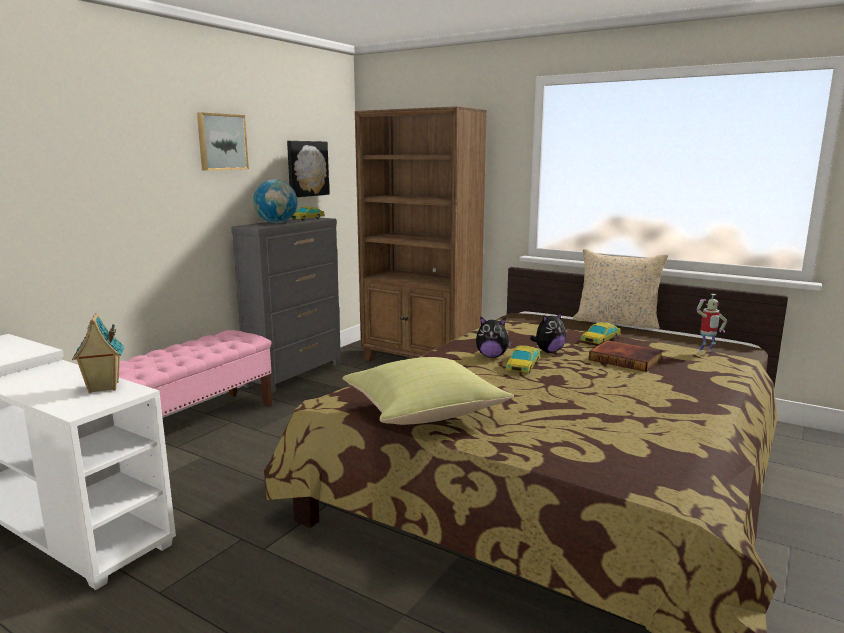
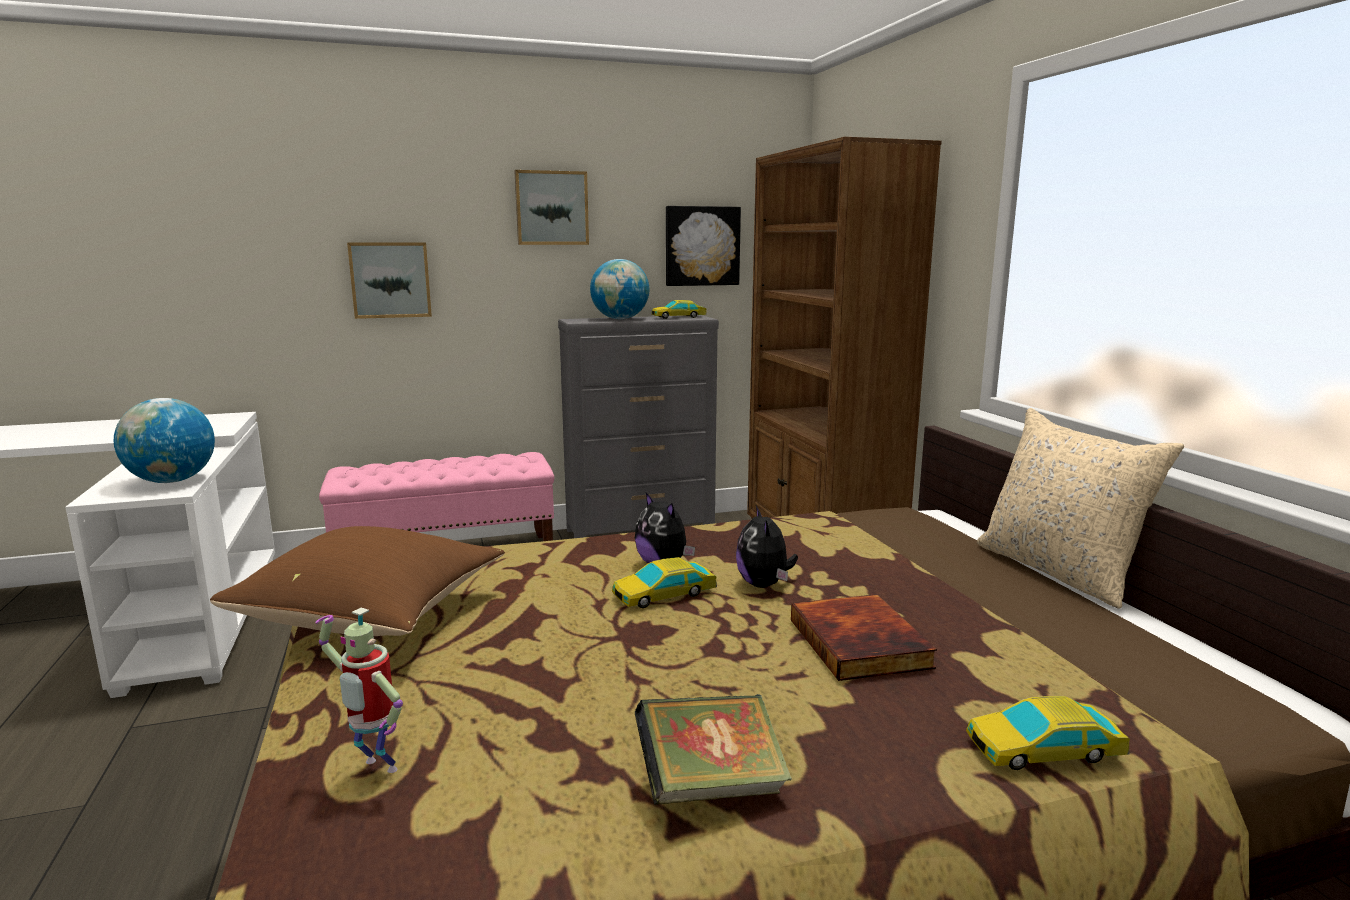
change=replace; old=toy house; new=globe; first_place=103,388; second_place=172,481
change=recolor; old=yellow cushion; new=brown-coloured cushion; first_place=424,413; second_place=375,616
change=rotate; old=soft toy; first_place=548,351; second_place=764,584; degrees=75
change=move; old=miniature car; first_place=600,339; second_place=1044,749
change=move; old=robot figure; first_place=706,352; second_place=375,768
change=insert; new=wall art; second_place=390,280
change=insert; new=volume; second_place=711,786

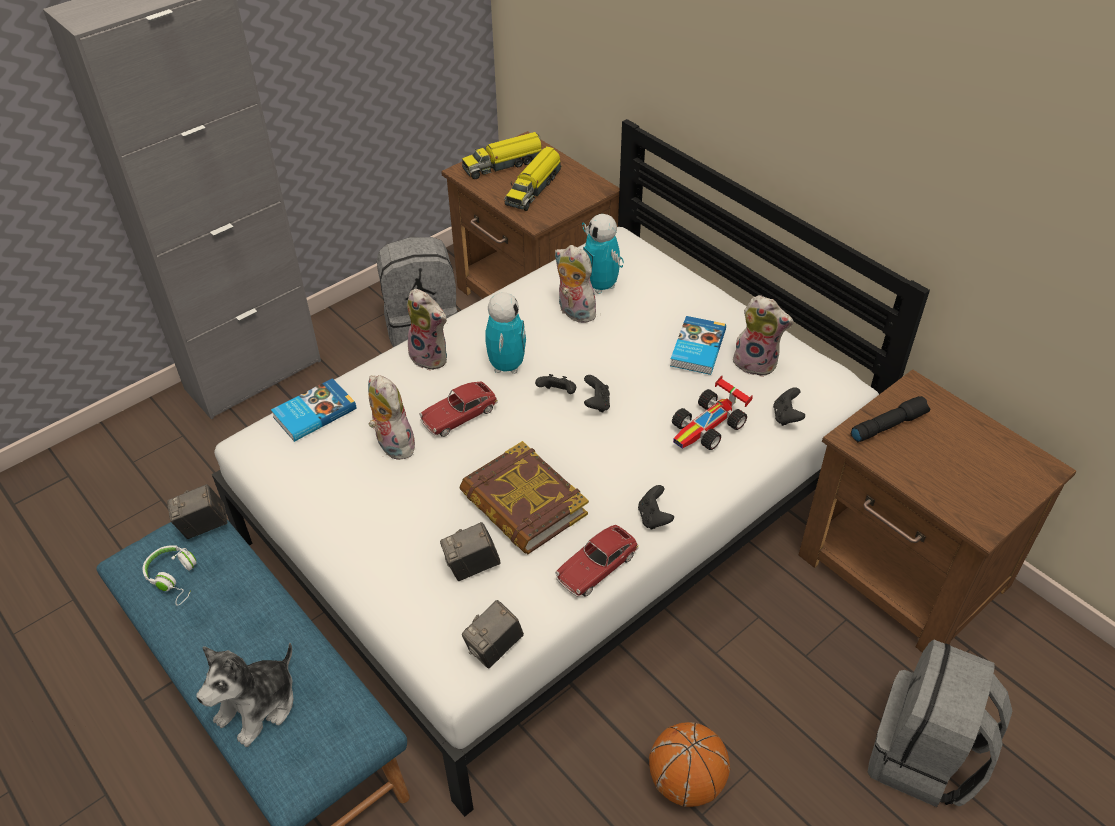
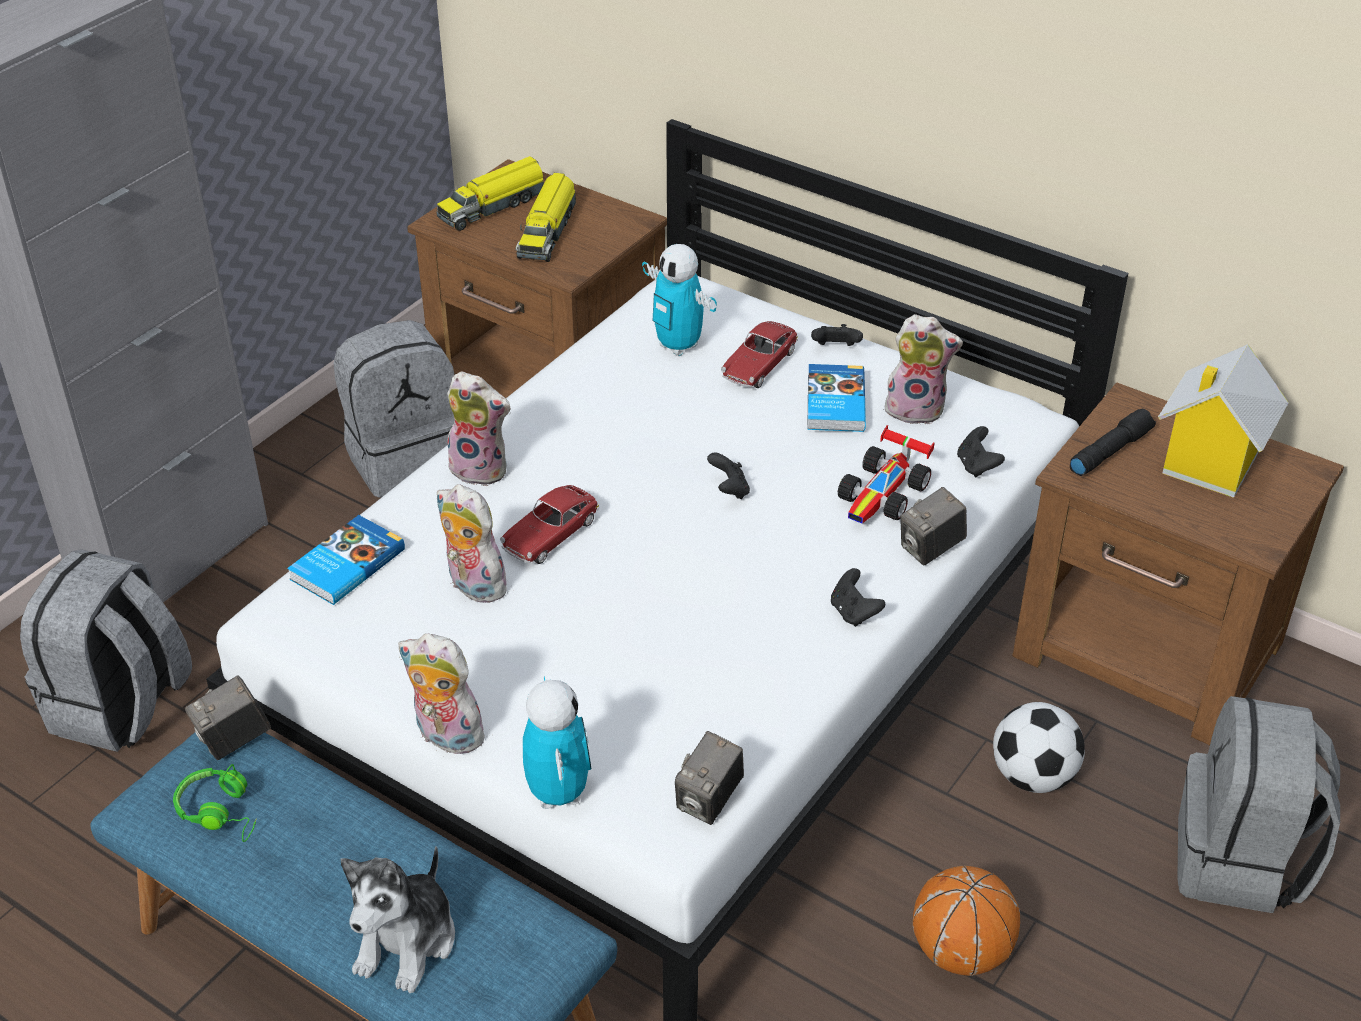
change=recolor; old=white-coloured headphones; new=green headphones; first_place=175,578; second_place=221,811
change=move; old=photo camera; first_place=472,567; second_place=931,549
change=delete; old=volume; first_place=523,505
change=move; old=robot figure; first_place=507,366; second_place=558,793
change=move; old=black-coloured gamepad; first_place=557,393; second_place=835,349
change=move; old=soft toy; first_place=574,312; second_place=445,736
change=move; old=miniature car; first_place=596,567; second_place=759,365
change=insert; new=gray backpack; second_place=122,707
change=insert; new=football; second_place=1033,777
change=insert; new=toy house; second_place=1208,463

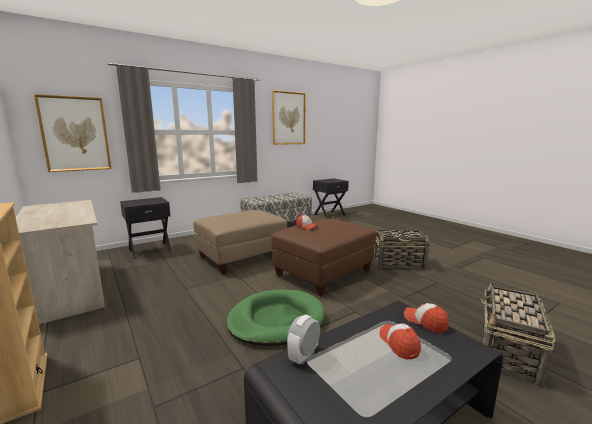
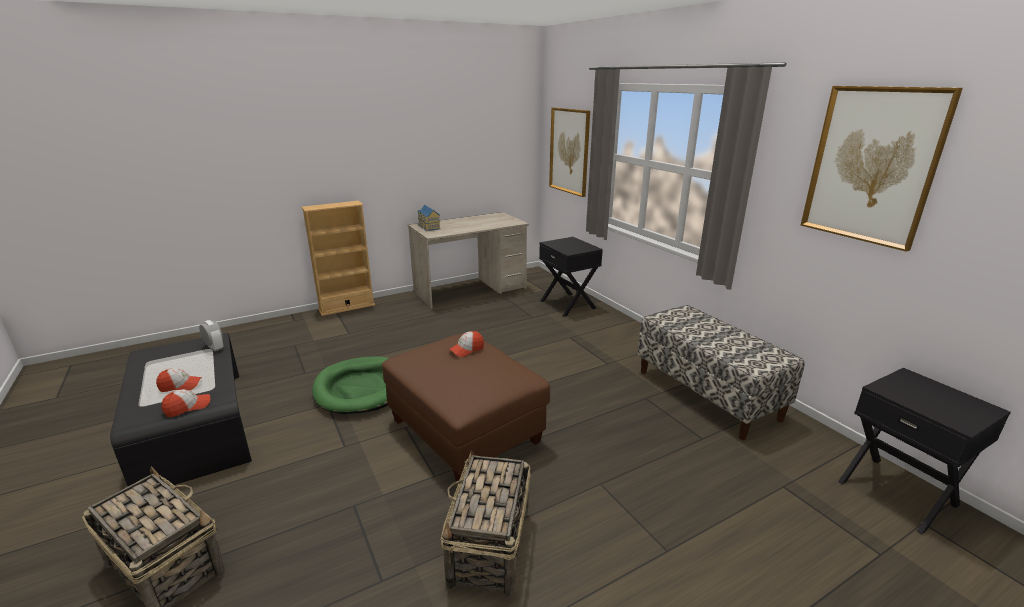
change=delete; old=beige-coloured ottoman; first_place=241,257
change=insert; new=toy house; second_place=428,227

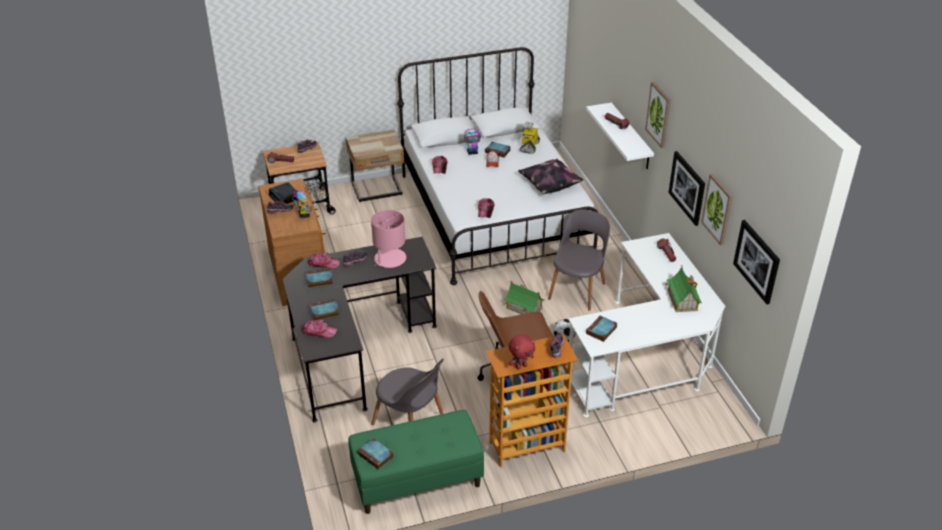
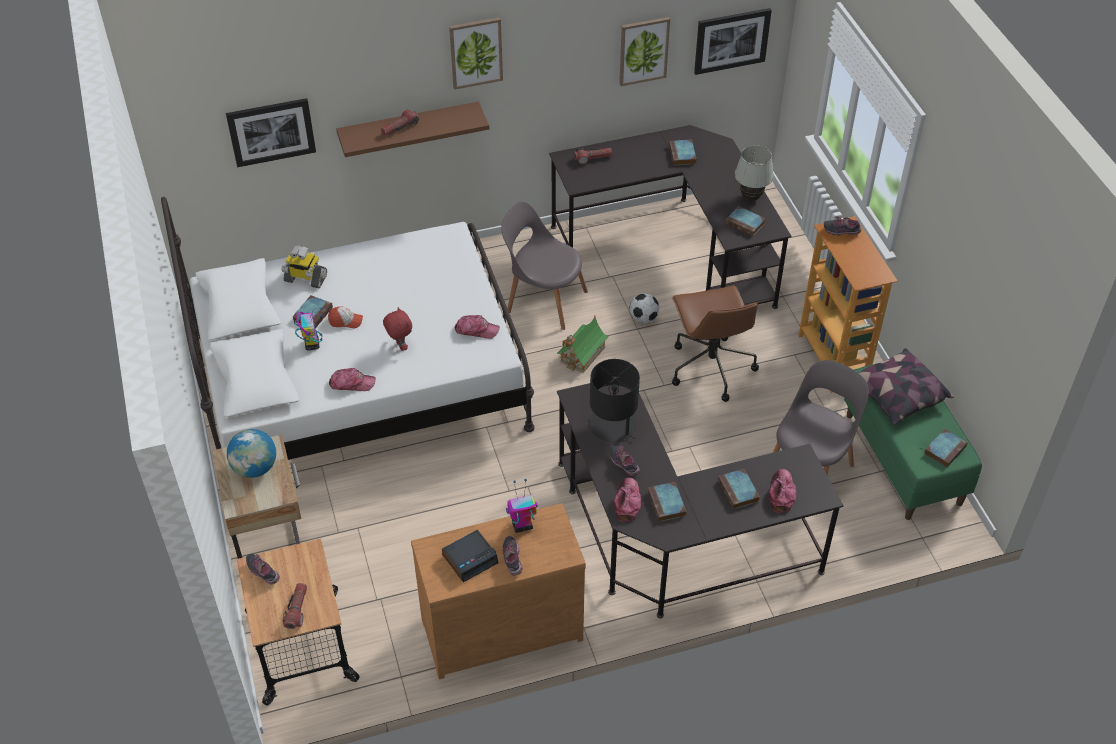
change=recolor; old=pinkish tabletop lamp; new=black-coloured tabletop lamp; first_place=389,259; second_place=613,425
change=move; old=red-coloured soft toy; first_place=521,366; second_place=399,346
change=move; old=cushion; first_place=549,183; second_place=897,396
change=recolor; old=white-coloured desk unit; new=black-coloured desk unit; first_place=646,358; second_place=673,248
change=recolor; old=white-coloured bracket shelf; new=brown-coloured bracket shelf; first_place=630,137; second_place=409,128
change=replace; old=toy house; new=volume; first_place=682,300; second_place=682,155
change=move; old=wall art; first_place=687,187; second_place=271,131
change=insert; new=globe; second_place=255,468
change=insert; new=white-coloured tabletop lamp; second_place=751,198

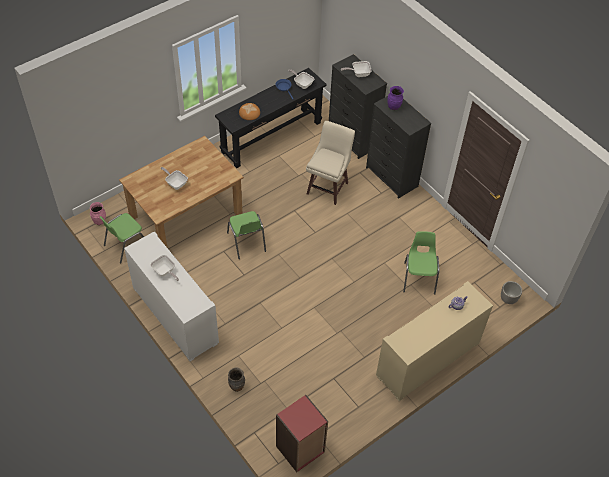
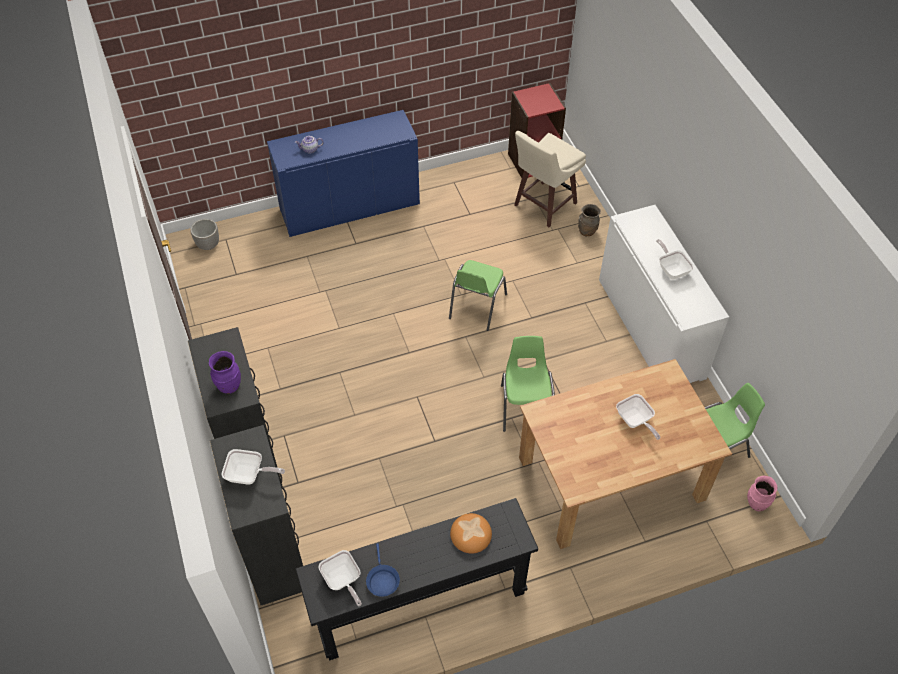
change=move; old=beige-coloured stool seat; first_place=328,187; second_place=543,205
change=recolor; old=beige-coloured cabinet; new=blue-coloured cabinet; first_place=428,359; second_place=349,207
change=move; old=green plain chair; first_place=419,277; second_place=476,307

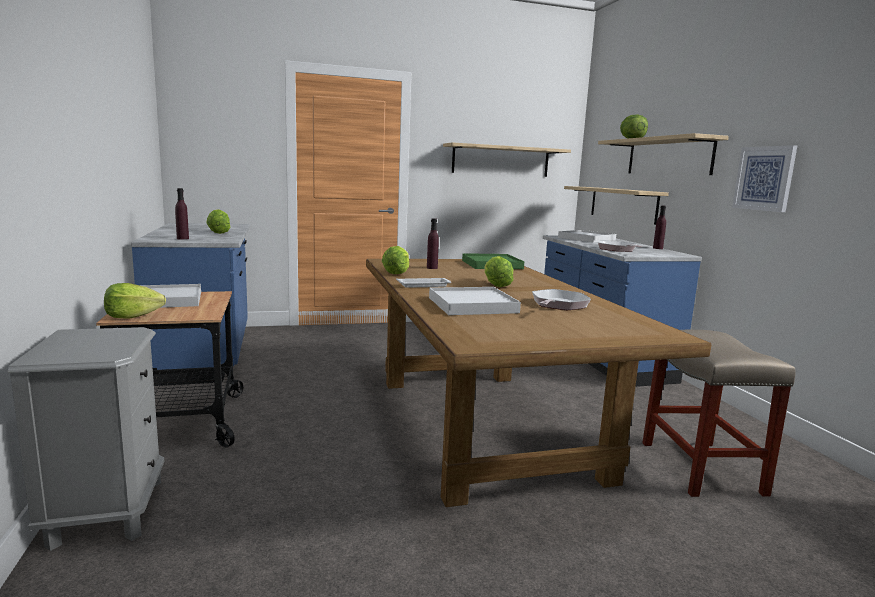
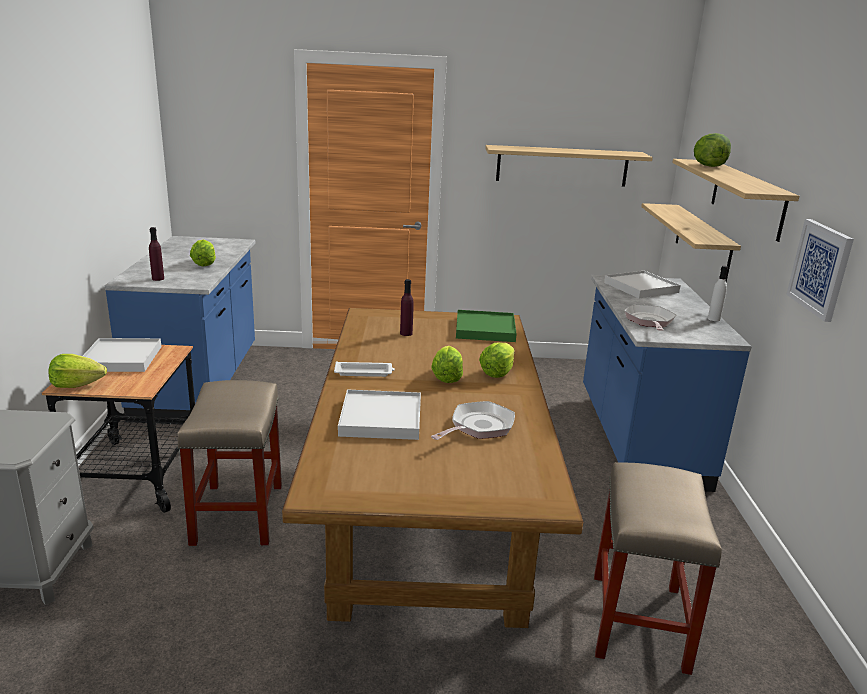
change=move; old=head of lettuce; first_place=397,272; second_place=497,372
change=recolor; old=purplish bottle; new=white-coloured bottle; first_place=657,248; second_place=714,319
change=insert; new=beige-coloured stool seat; second_place=238,513

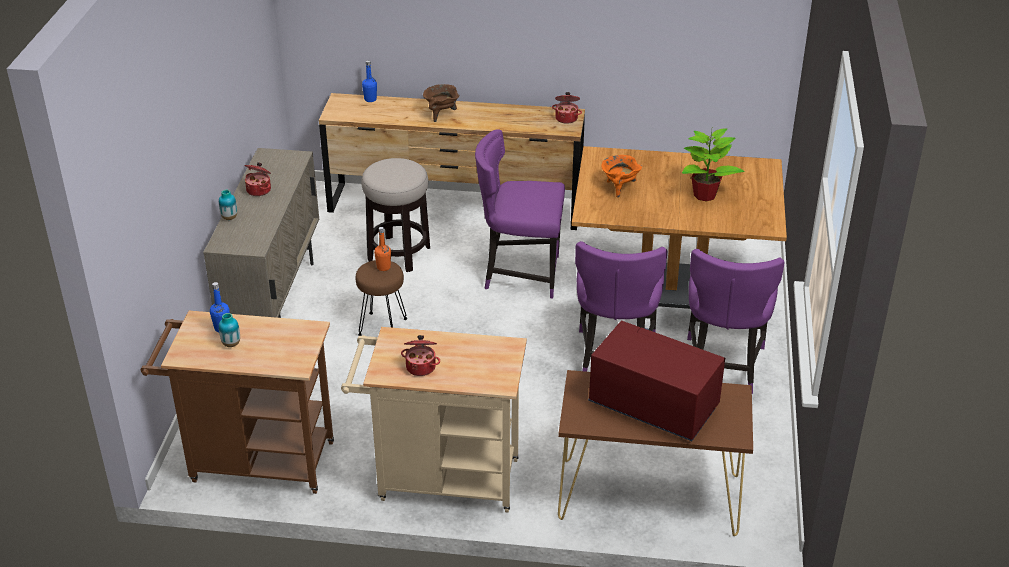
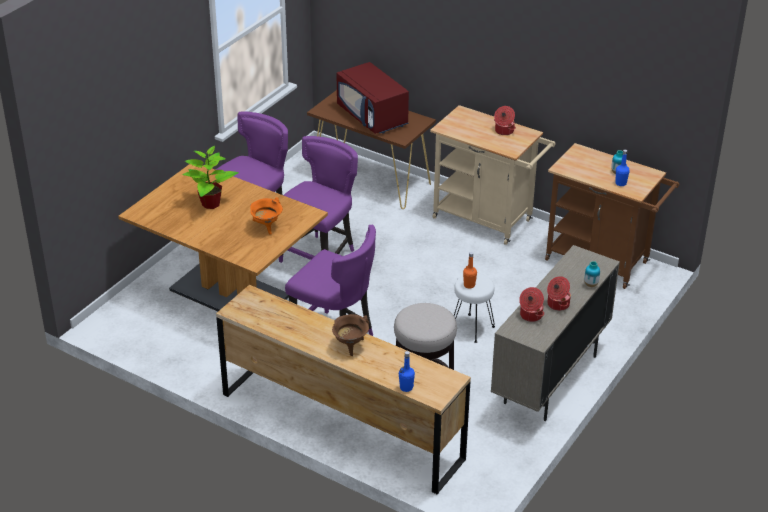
change=recolor; old=brown-coloured stool seat; new=white-coloured stool seat; first_place=383,326; second_place=471,328
change=move; old=saucepot; first_place=566,118; second_place=530,315

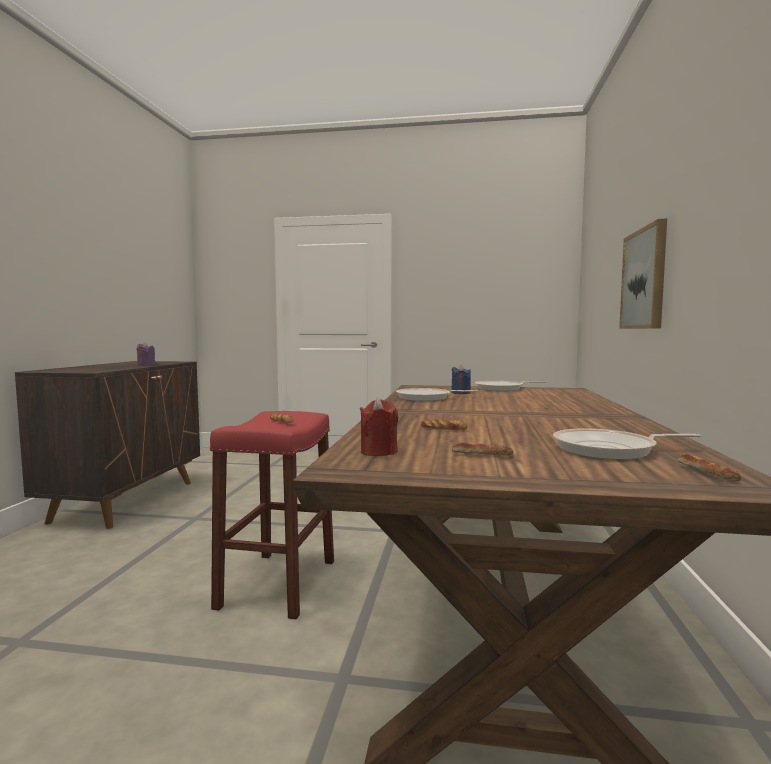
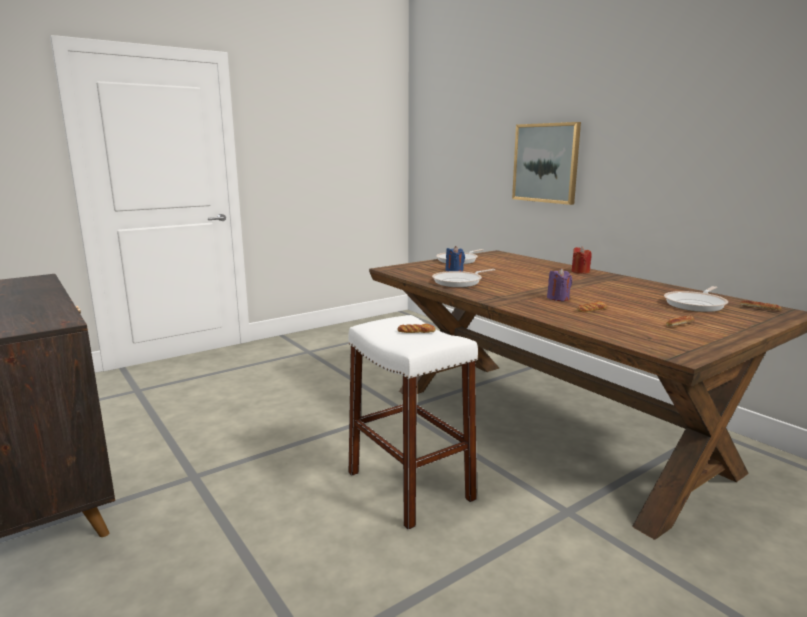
change=move; old=purplish wax candle; first_place=146,365; second_place=558,298
change=recolor; old=red-coloured stool seat; new=white-coloured stool seat; first_place=278,583; second_place=409,485
change=move; old=red-coloured wax candle; first_place=379,452; second_place=580,271

